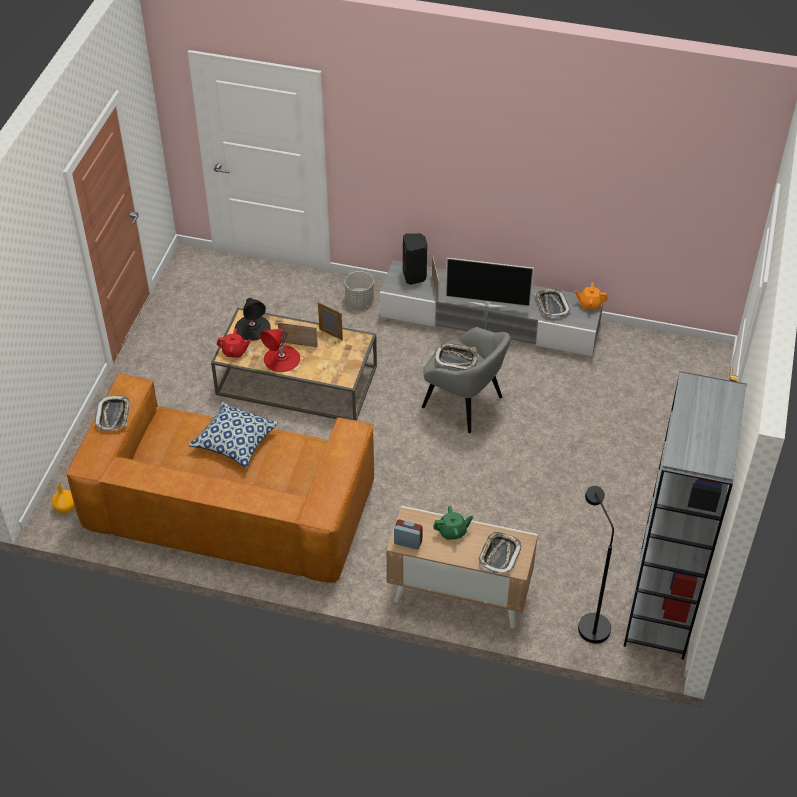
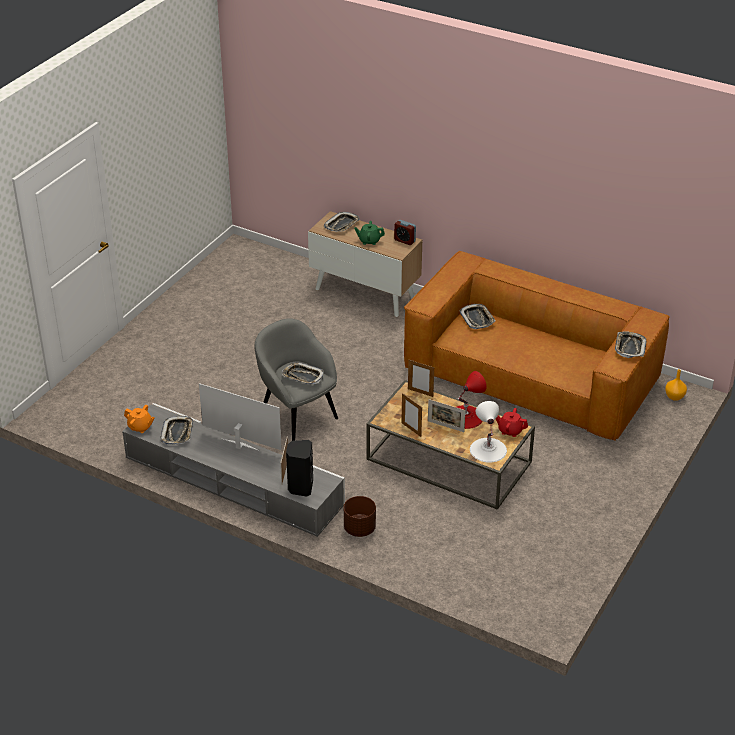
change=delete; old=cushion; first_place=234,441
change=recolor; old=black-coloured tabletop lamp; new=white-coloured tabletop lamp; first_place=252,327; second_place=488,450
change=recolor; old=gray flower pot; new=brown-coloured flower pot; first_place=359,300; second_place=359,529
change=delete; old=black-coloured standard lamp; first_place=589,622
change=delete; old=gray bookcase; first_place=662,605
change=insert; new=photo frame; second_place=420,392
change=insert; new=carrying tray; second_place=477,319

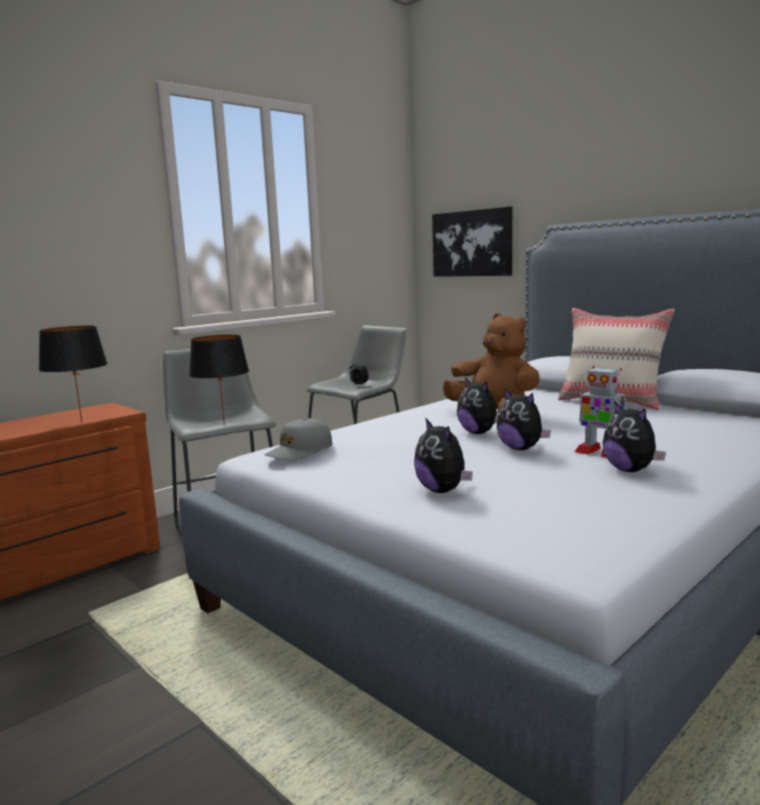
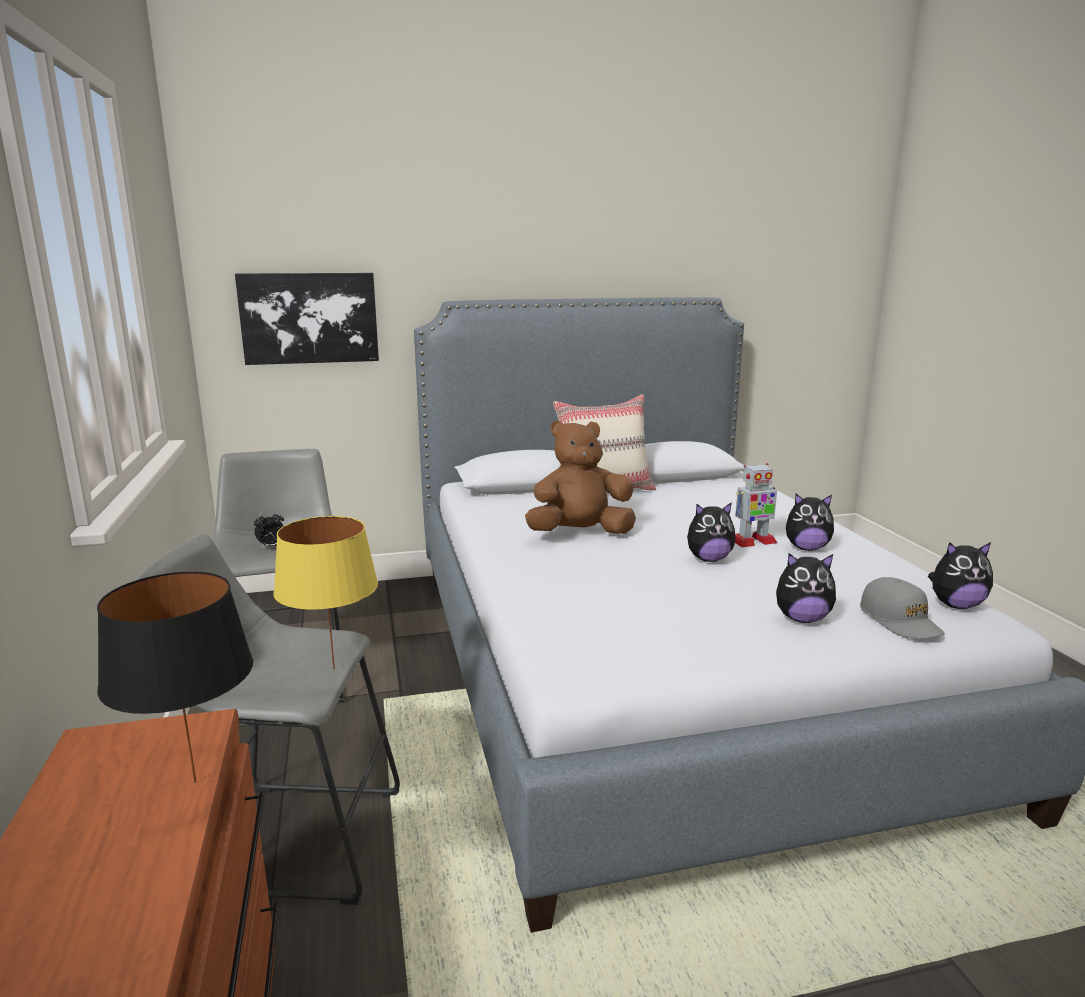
change=recolor; old=black-coloured tabletop lamp; new=yellow tabletop lamp; first_place=224,424; second_place=333,668
change=move; old=gray cap; first_place=300,451; second_place=900,620
change=move; old=soft toy; first_place=479,433; second_place=955,605

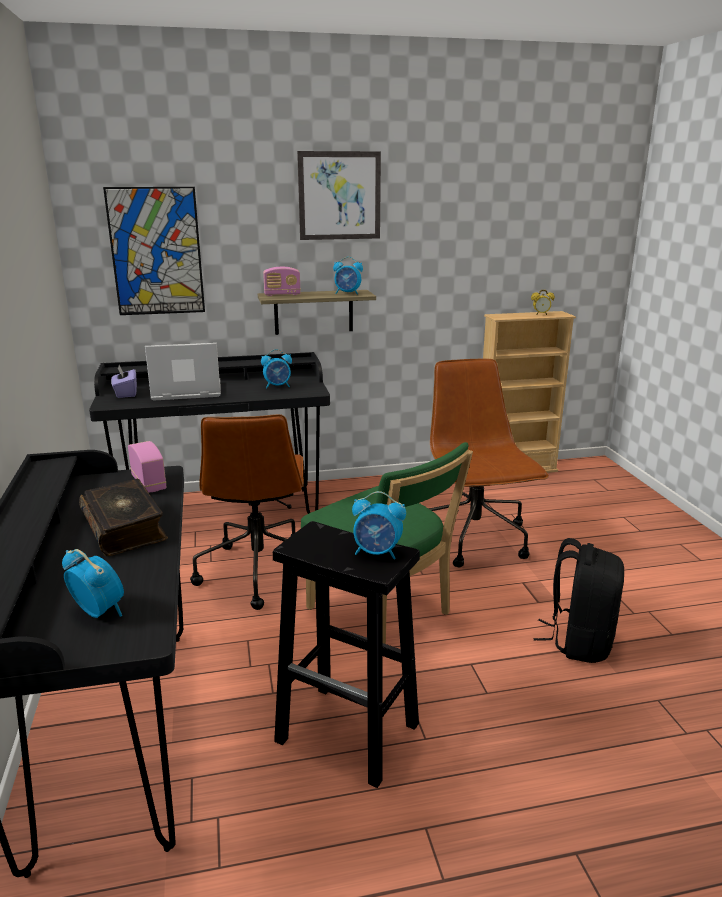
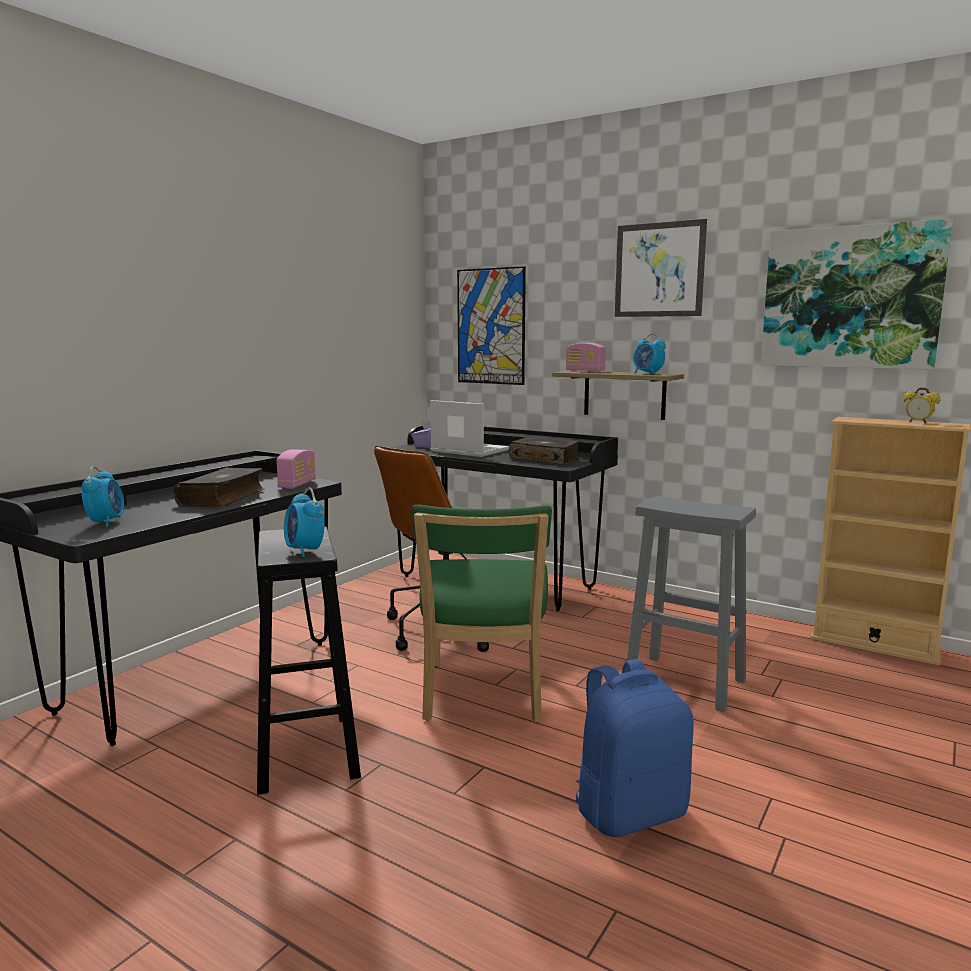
change=replace; old=bedside clock; new=volume; first_place=277,386; second_place=545,459
change=replace; old=brown-coloured computer chair; new=gray stool seat; first_place=474,540; second_place=687,682
change=recolor; old=black-coloured backpack; new=blue-coloured backpack; first_place=579,641; second_place=630,812
change=insert; new=wall art; second_place=850,297

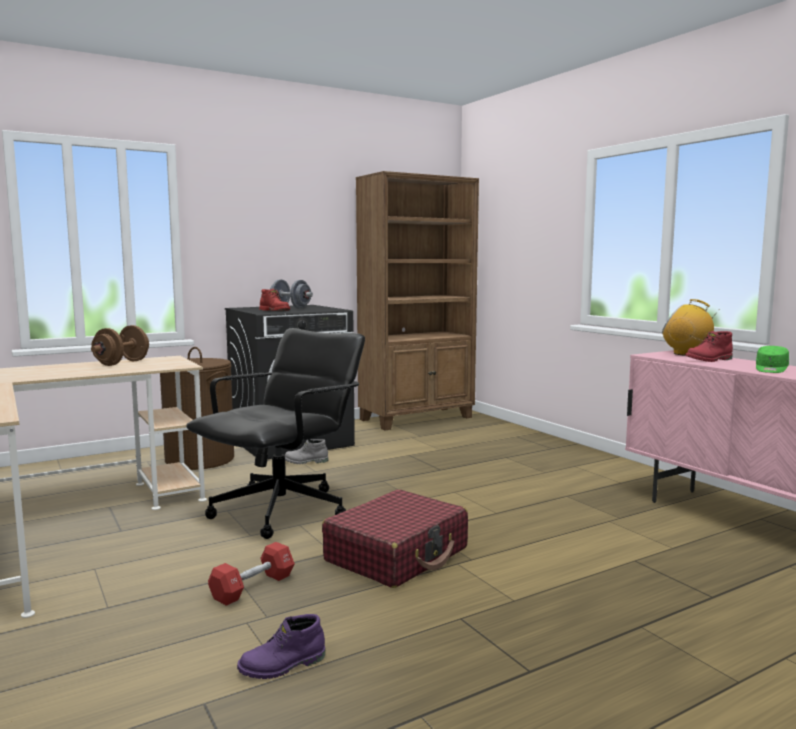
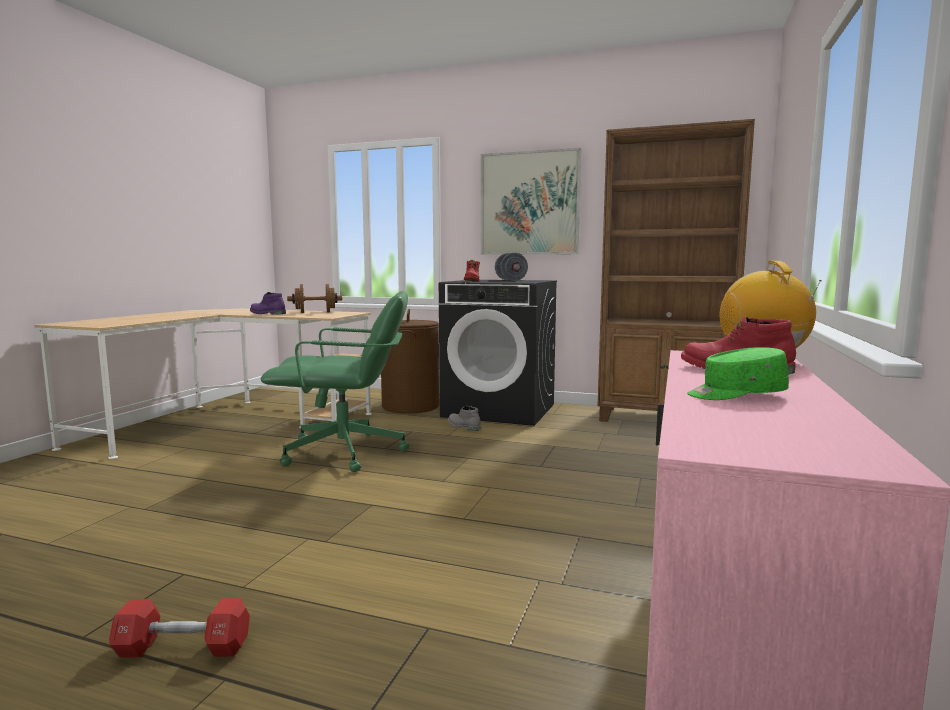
change=recolor; old=black-coloured computer chair; new=green computer chair; first_place=282,511; second_place=346,453
change=move; old=red-coloured free weight; first_place=253,587; second_place=183,648
change=move; old=purplish boot; first_place=282,666; second_place=267,313
change=delete; old=red-coloured travel case; first_place=397,555
change=insert; new=wall art; second_place=529,203

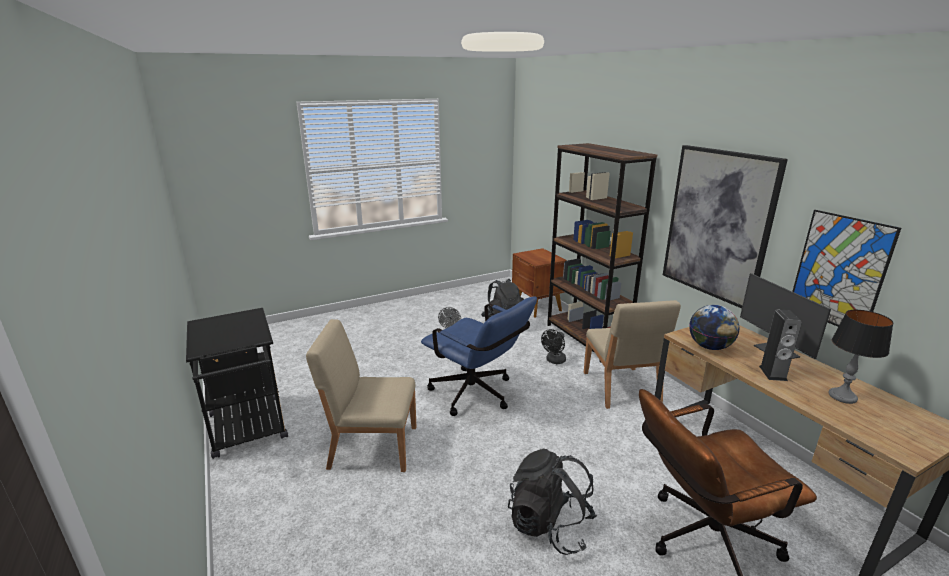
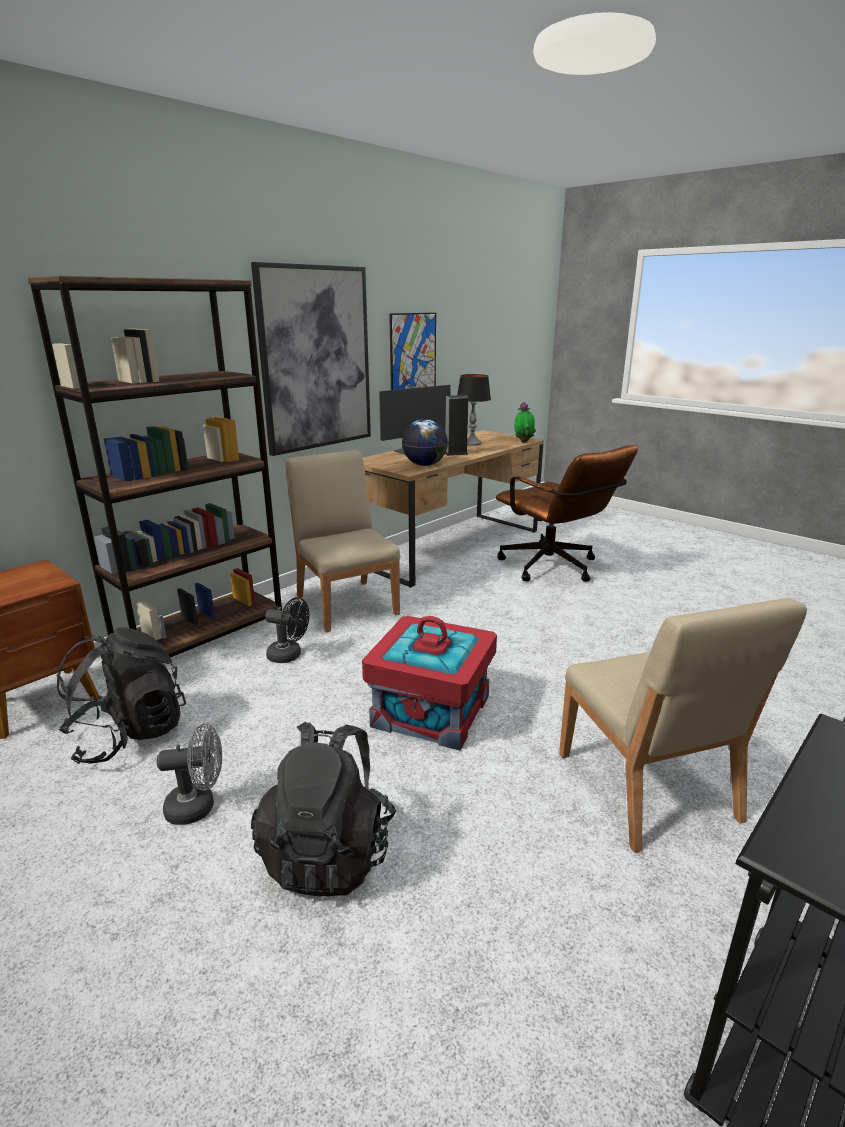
change=replace; old=blue-coloured computer chair; new=red-coloured storage box; first_place=477,395; second_place=432,710
change=move; old=black-coloured backpack; first_place=549,525; second_place=329,852
change=rotate; old=beige-coloured plain chair; first_place=621,388; second_place=347,604; degrees=-90
change=insert; new=houseplant; second_place=523,441

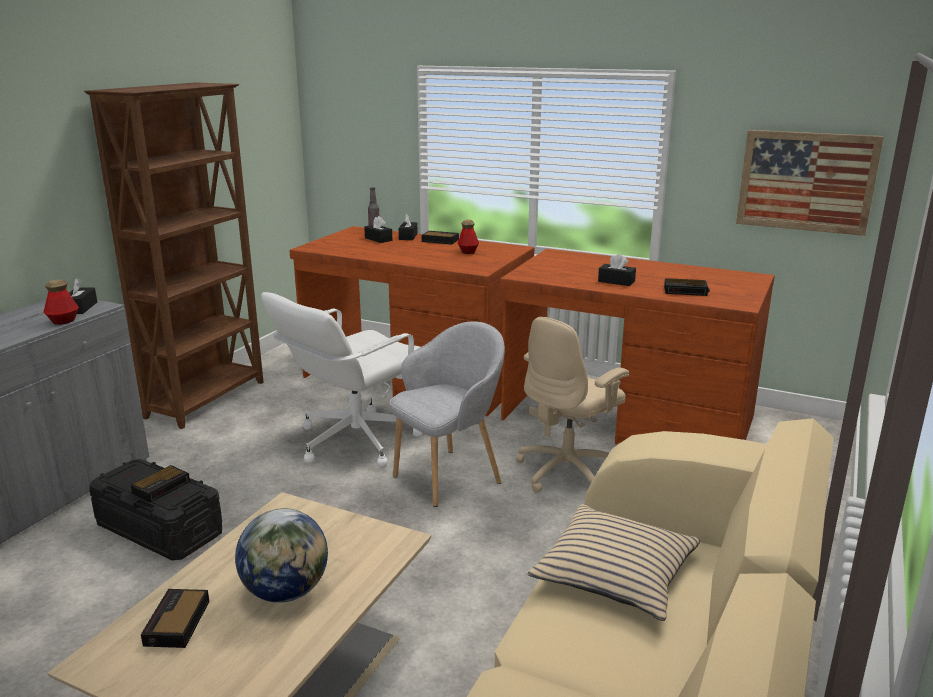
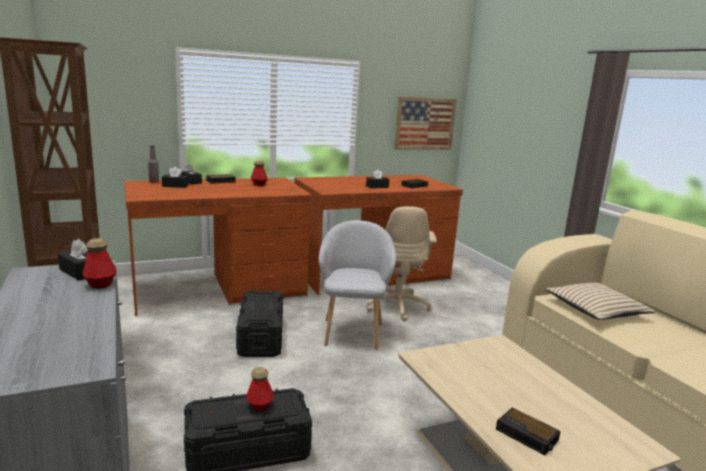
change=replace; old=bedside clock; new=bottle; first_place=162,487; second_place=260,406
change=delete; old=globe; first_place=286,592
change=replace; old=white-coloured computer chair; new=black-coloured storage box; first_place=355,441; second_place=261,337

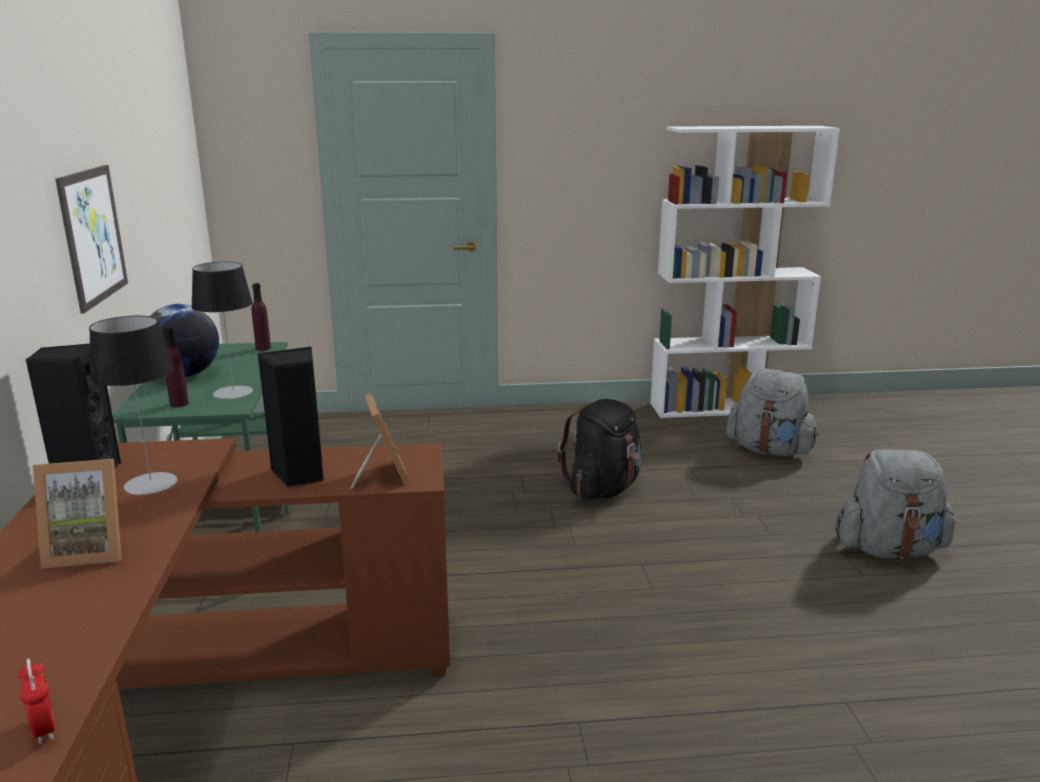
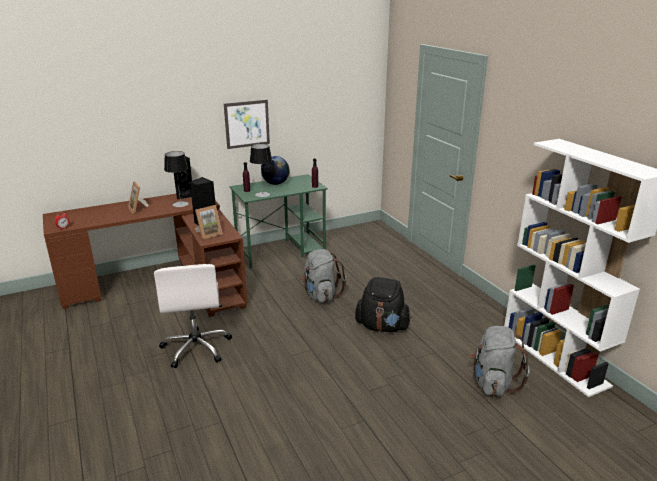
change=move; old=gray backpack; first_place=889,549; second_place=320,295
change=insert; new=white-coloured computer chair; second_place=196,347

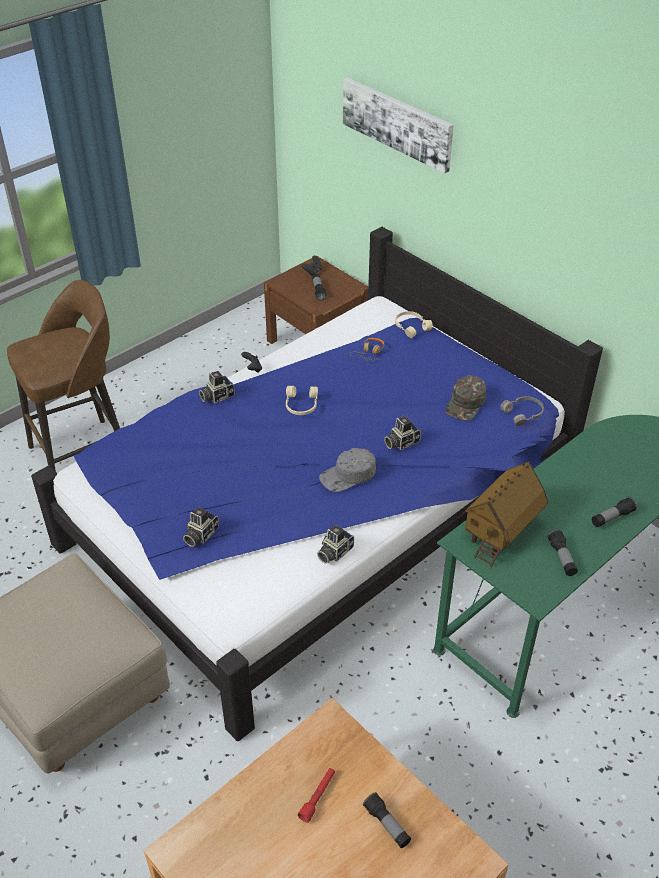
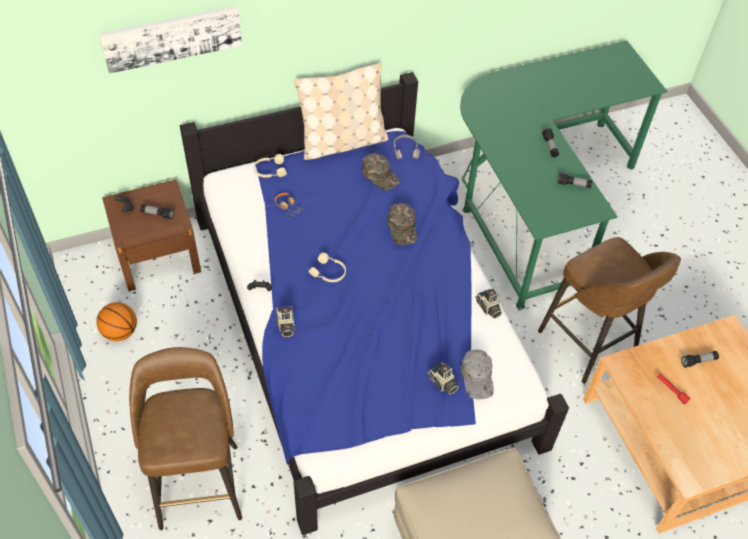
change=move; old=gray cap; first_place=348,475; second_place=477,377
change=replace; old=photo camera; new=green cap; first_place=401,442; second_place=402,227
change=delete; old=toy house; first_place=499,532
change=insert; new=basketball; second_place=120,332
change=insert; new=beige-coloured cushion; second_place=342,142
change=insert; new=brown-coloured stool seat; second_place=589,344

